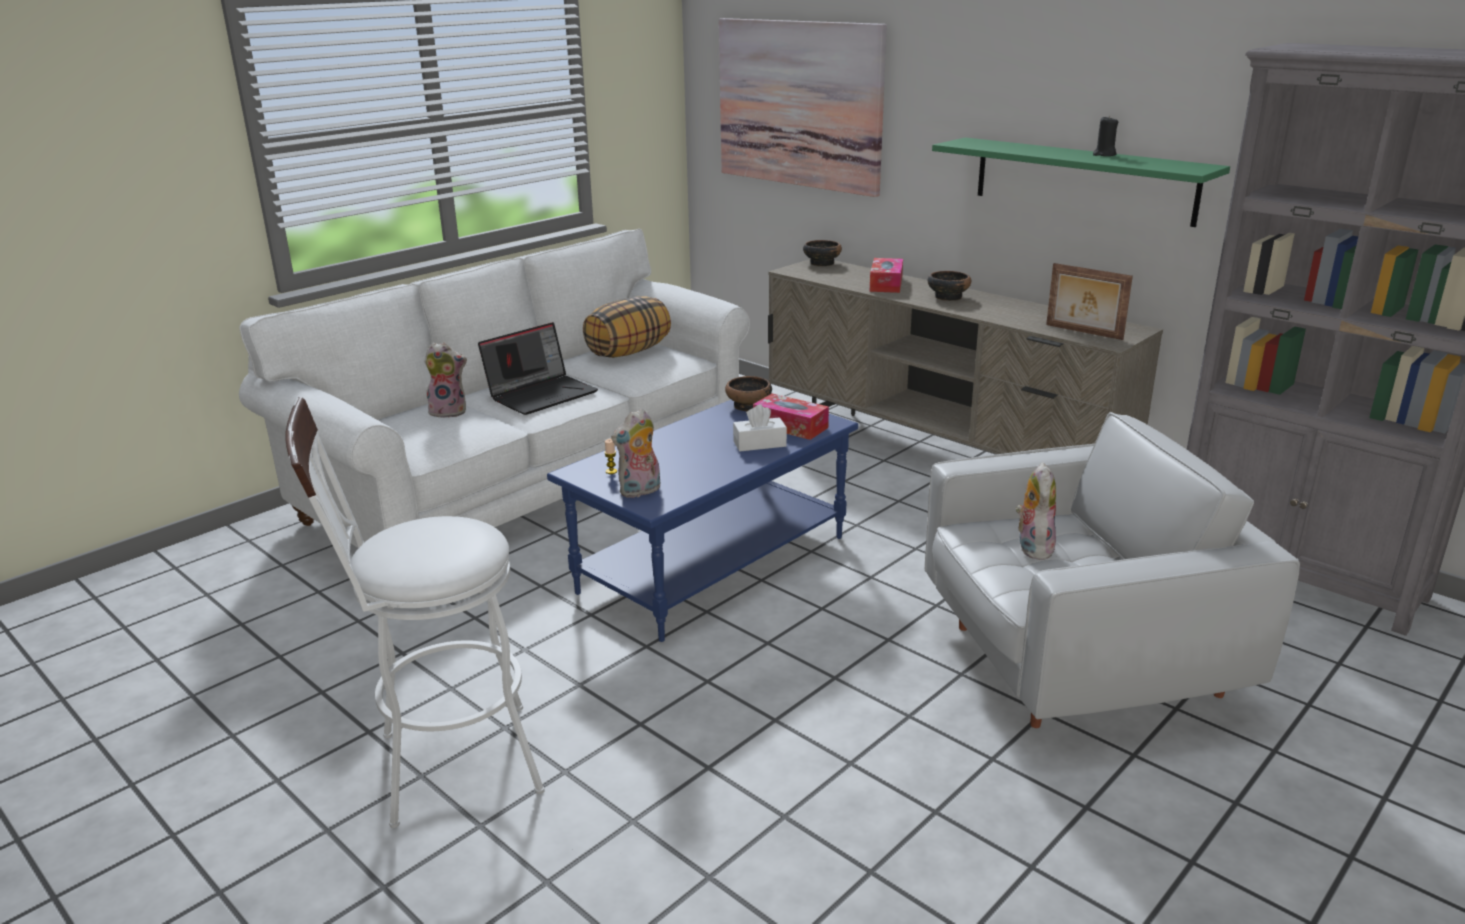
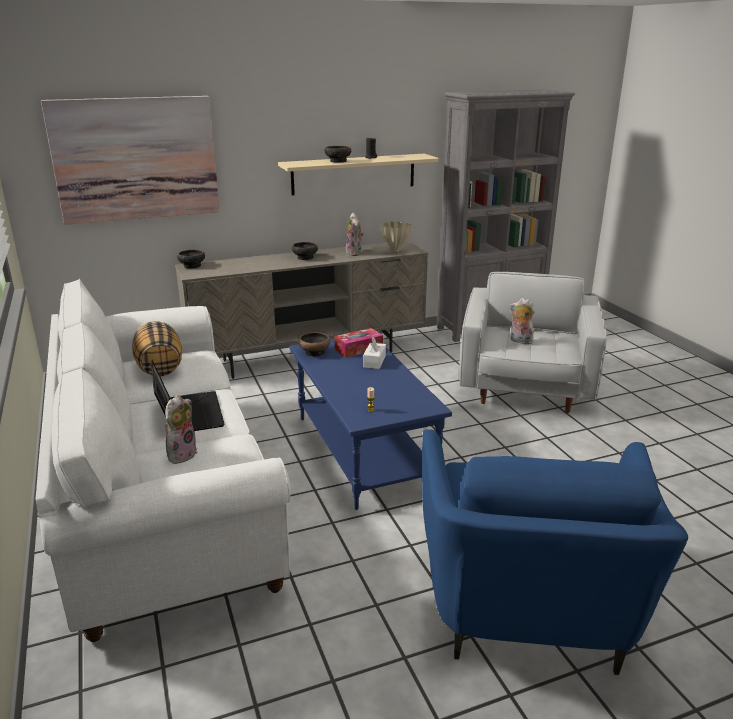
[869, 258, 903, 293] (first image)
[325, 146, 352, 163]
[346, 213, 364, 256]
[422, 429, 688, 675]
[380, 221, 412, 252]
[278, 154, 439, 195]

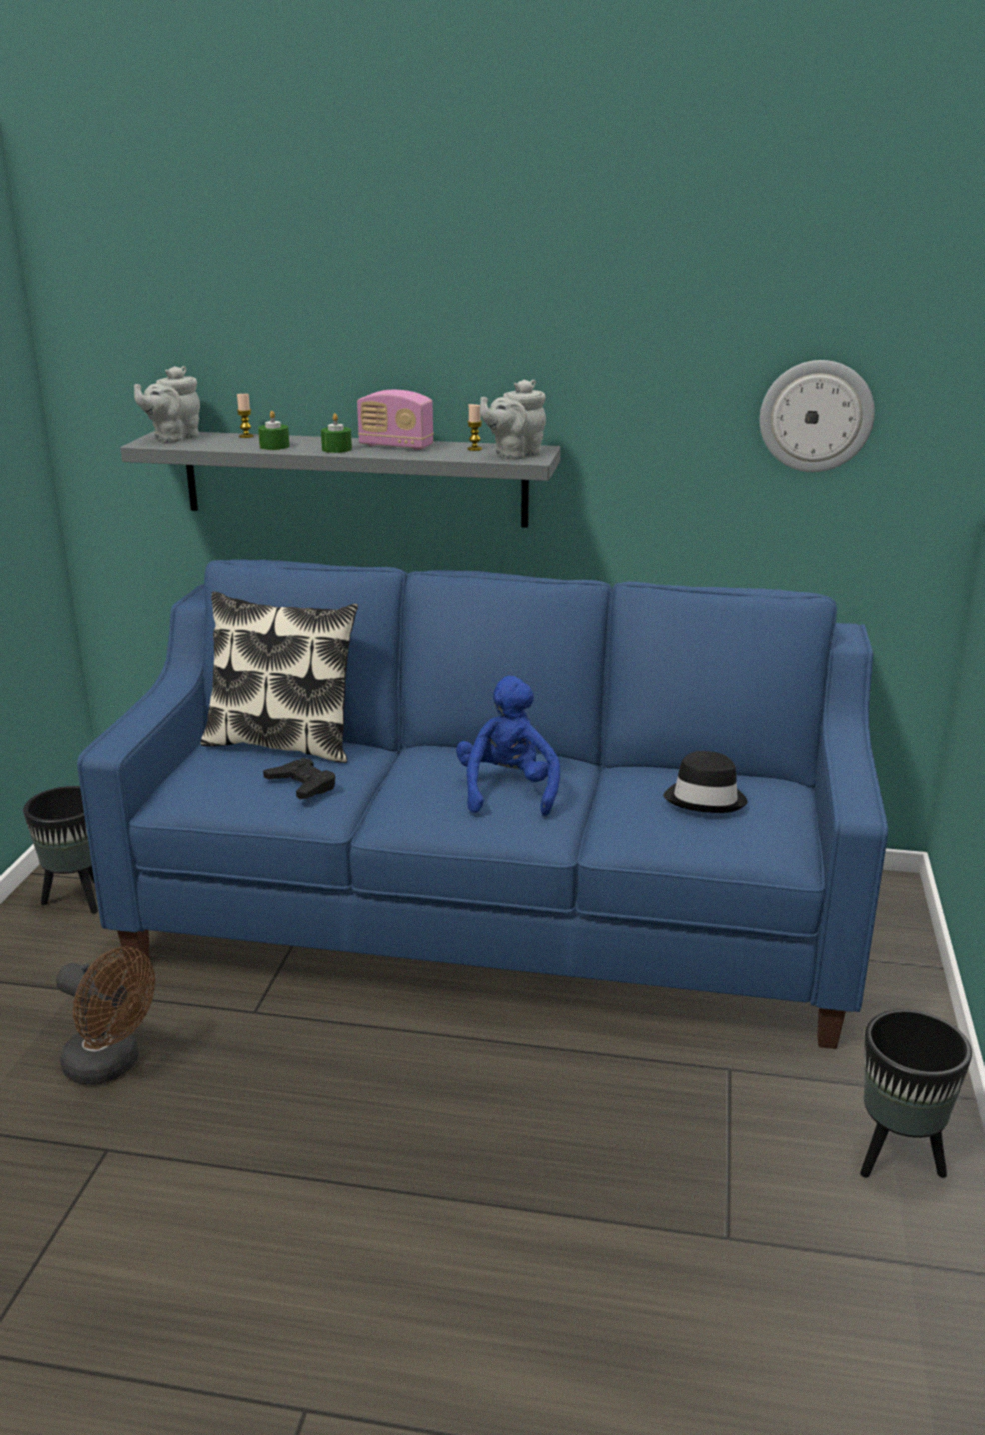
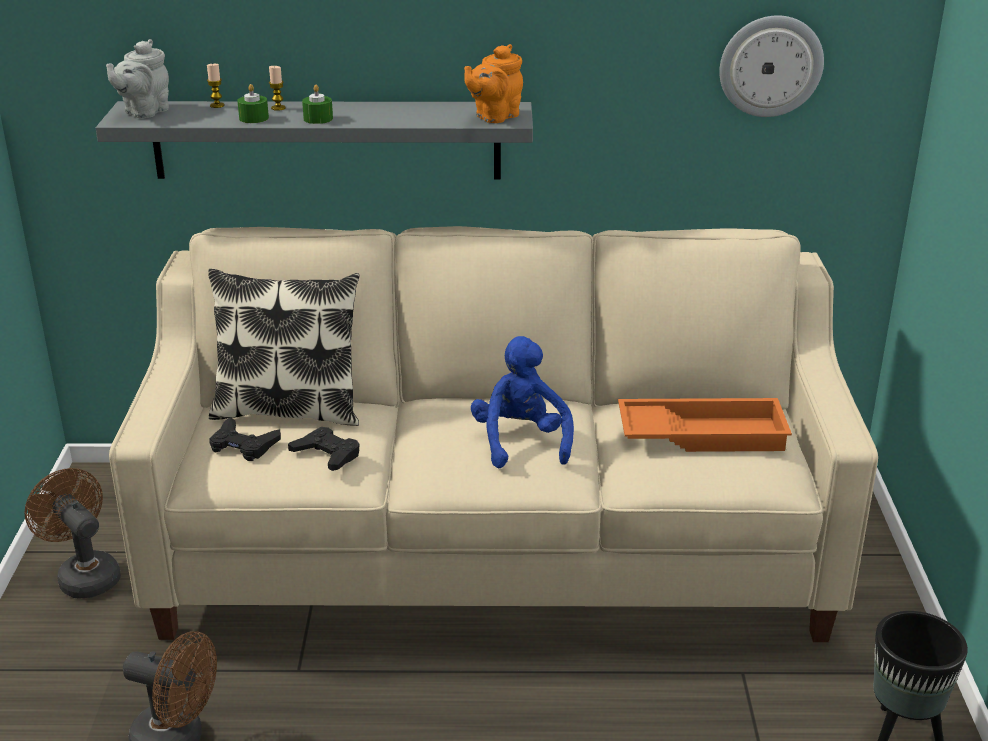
[357, 390, 434, 450] (first image)
[209, 417, 281, 461]
[269, 66, 286, 111]
[24, 468, 121, 599]
[618, 398, 792, 452]
[109, 226, 878, 642]
[464, 44, 523, 123]

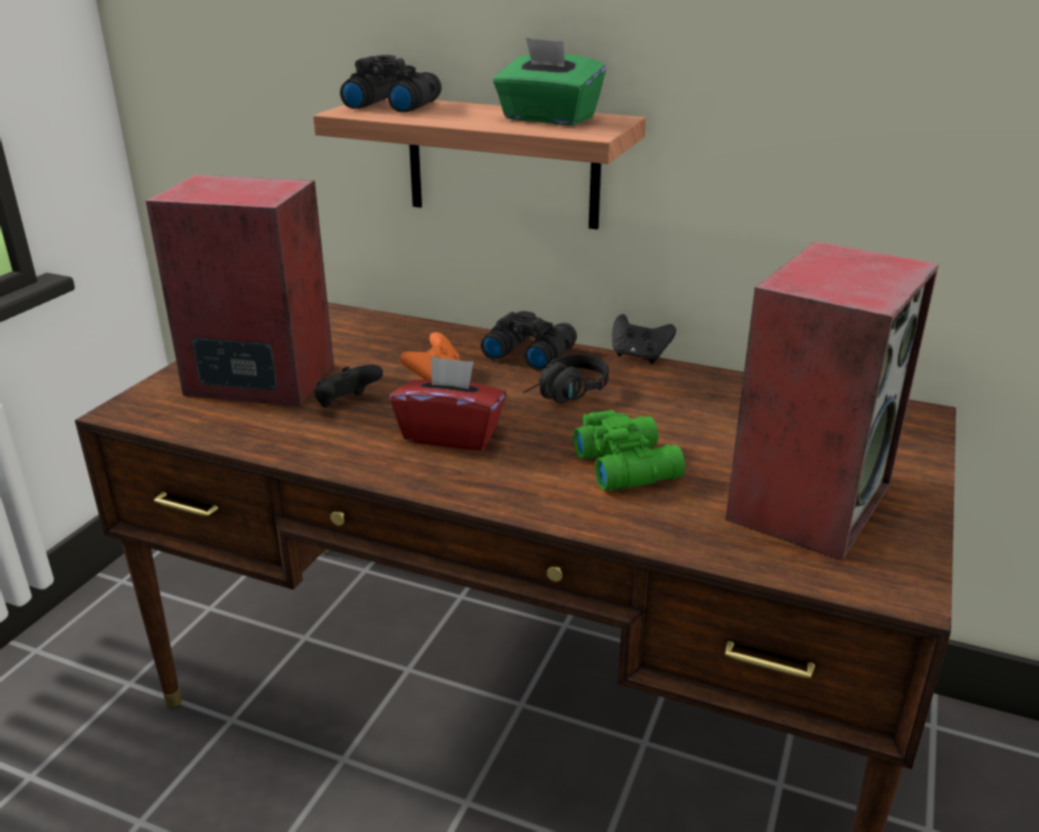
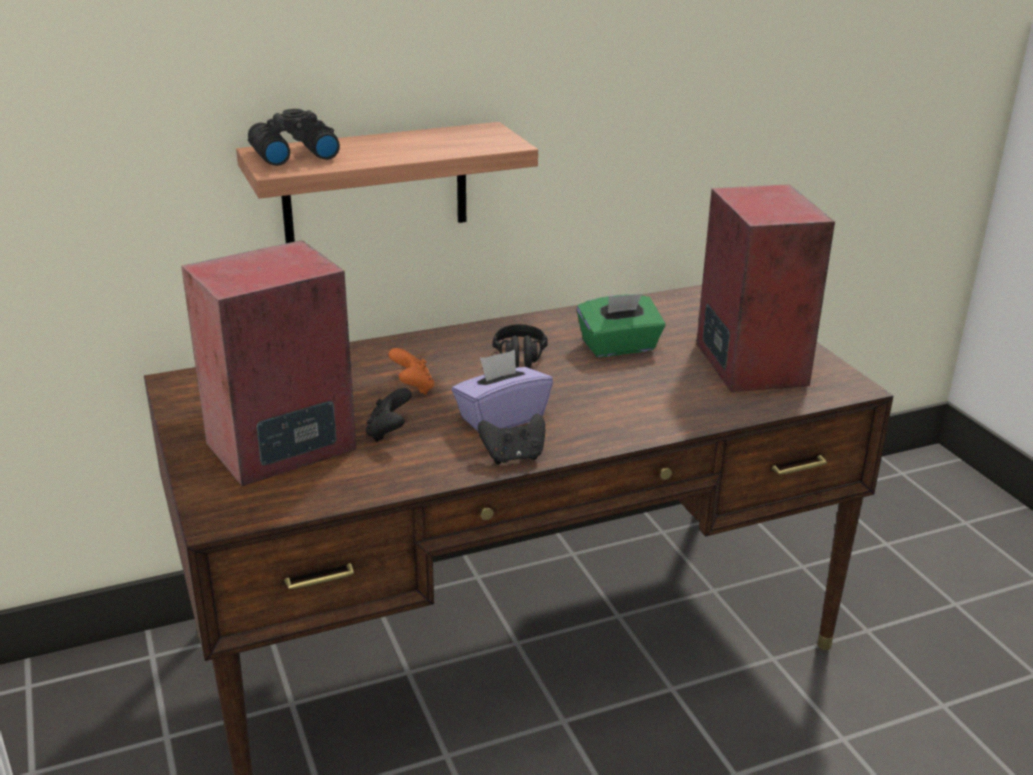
[481, 311, 577, 370] (first image)
[573, 410, 685, 490] (first image)
[577, 294, 665, 357]
[478, 413, 545, 464]
[452, 350, 553, 431]

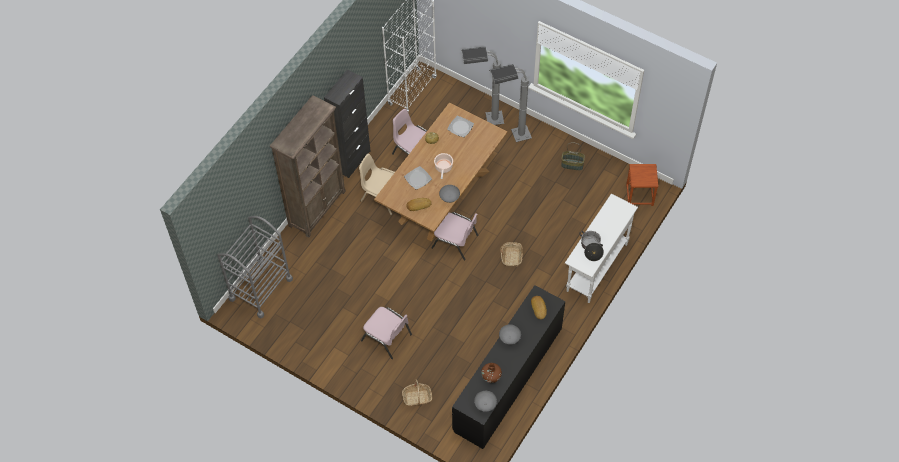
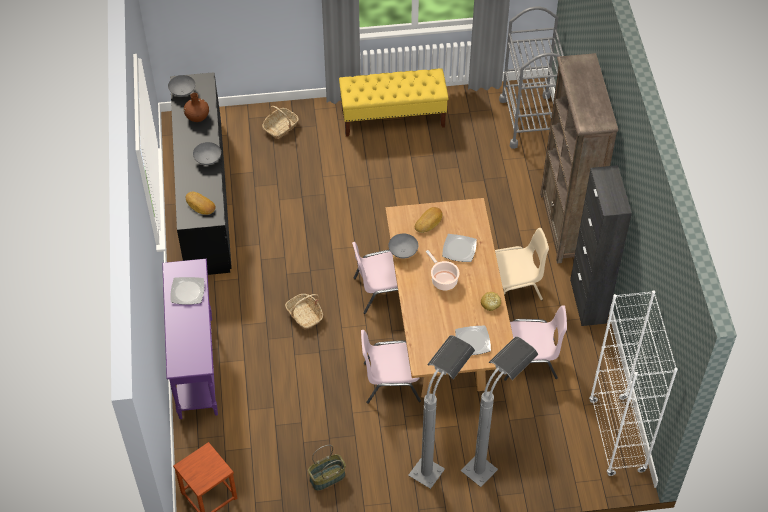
[339, 68, 449, 137]
[361, 330, 421, 404]
[170, 277, 204, 305]
[162, 259, 218, 419]

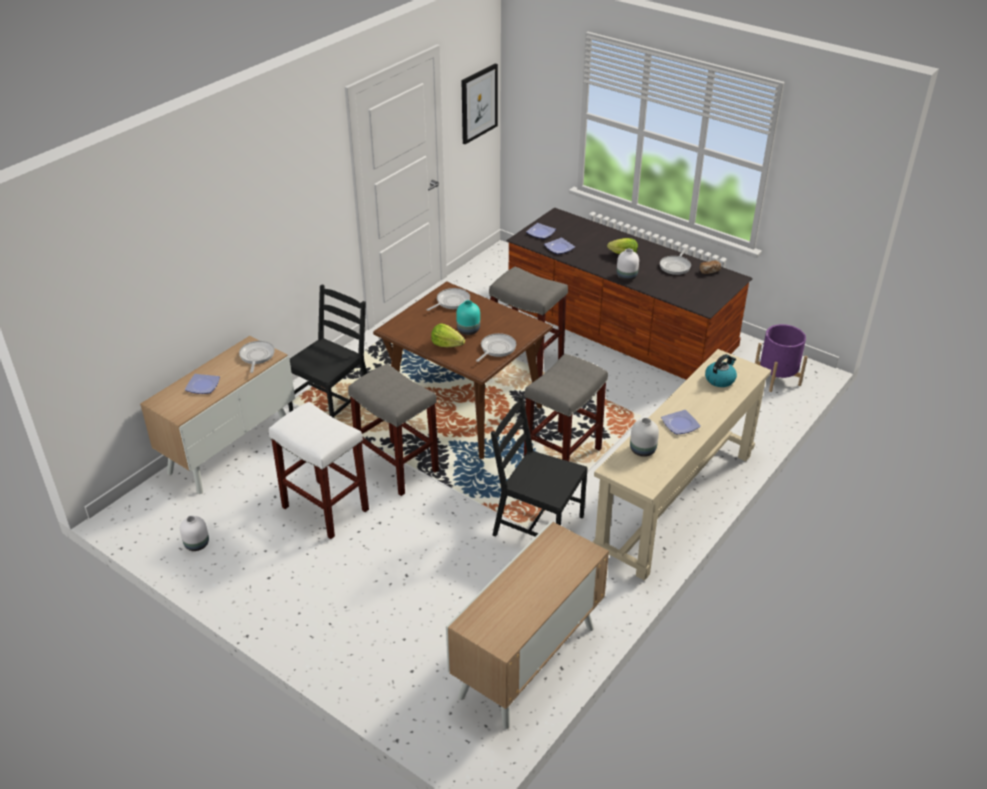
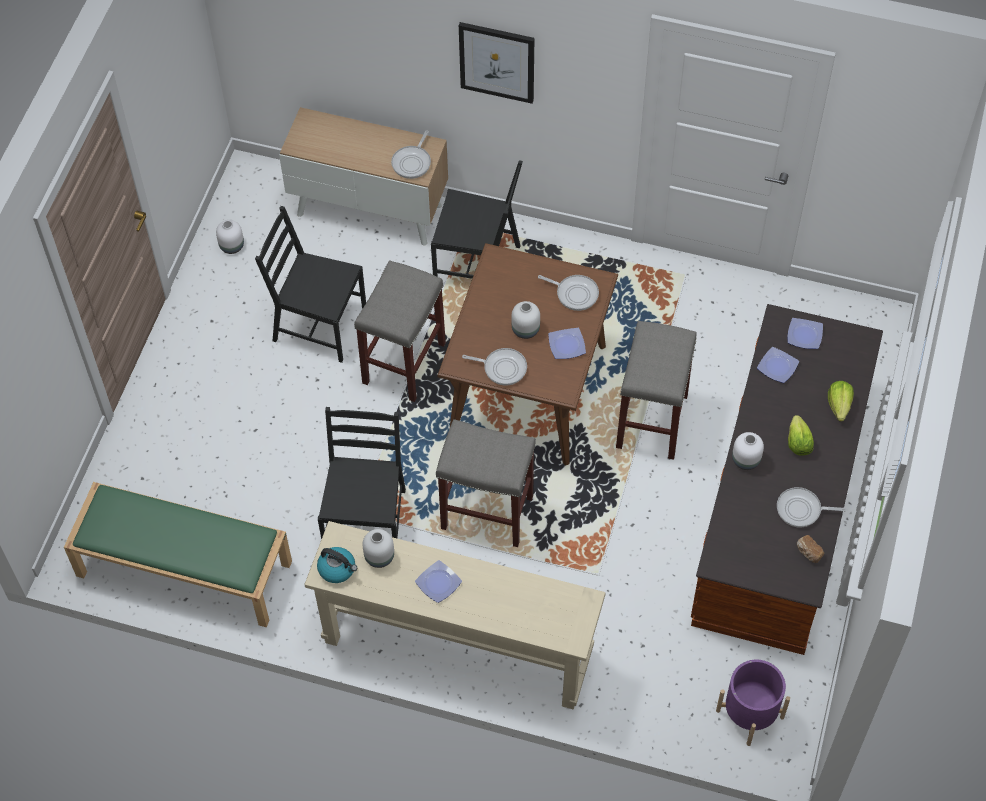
[548, 328, 586, 359]
[828, 381, 854, 422]
[459, 22, 534, 104]
[317, 547, 357, 583]
[255, 206, 366, 363]
[64, 482, 292, 627]
[511, 301, 540, 339]
[391, 130, 431, 179]

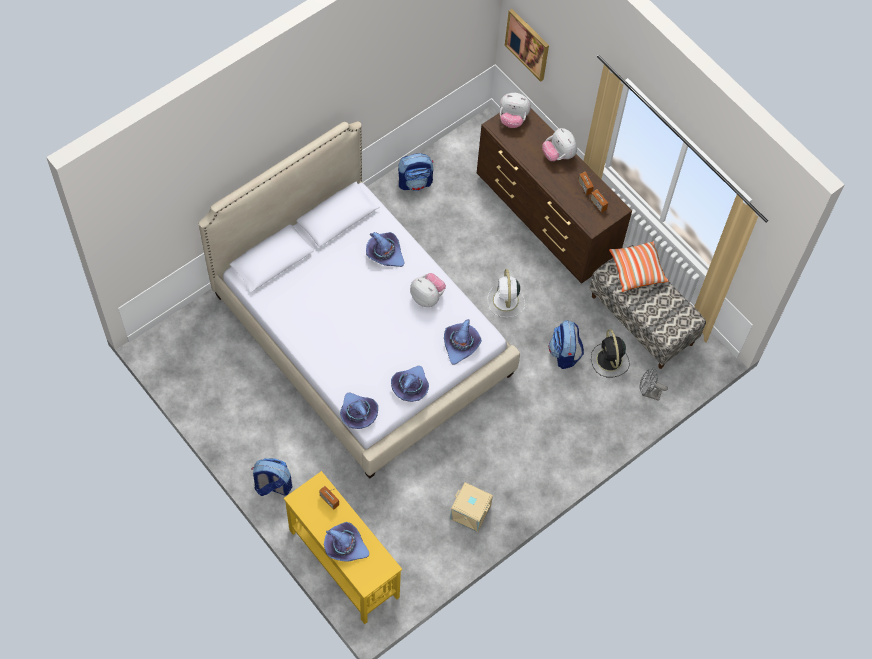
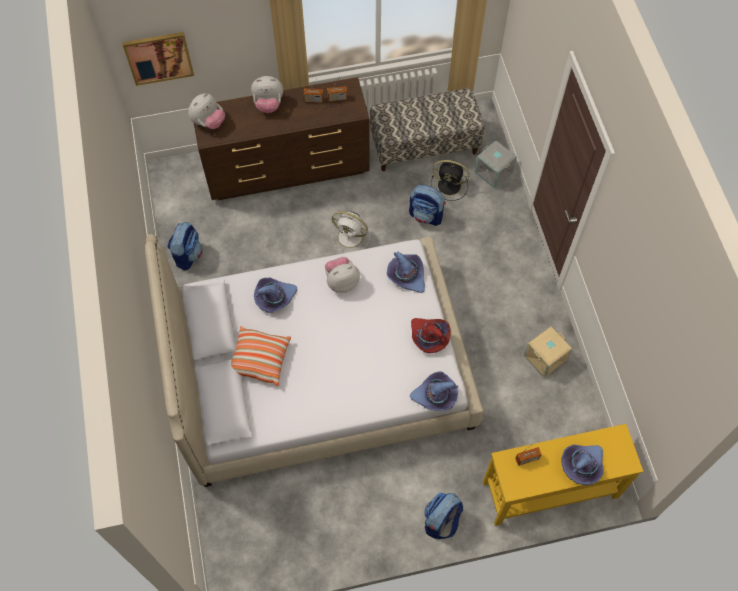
[231, 326, 291, 386]
[474, 141, 517, 189]
[411, 318, 451, 353]

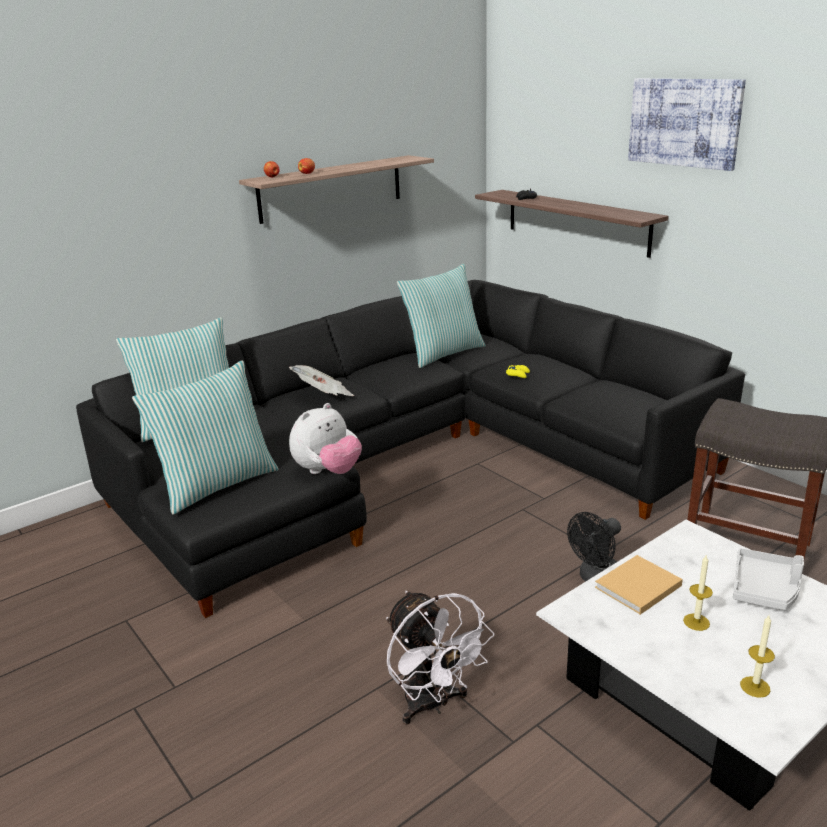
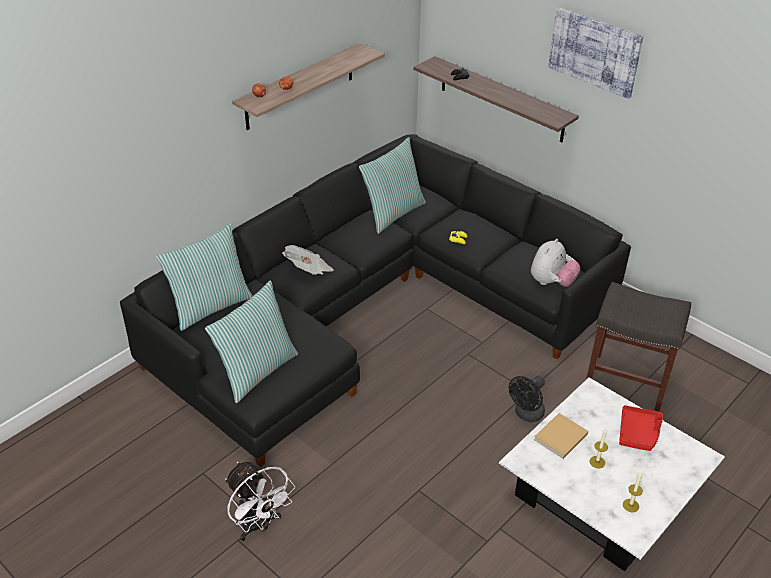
[531, 239, 580, 287]
[225, 461, 295, 541]
[619, 405, 663, 451]

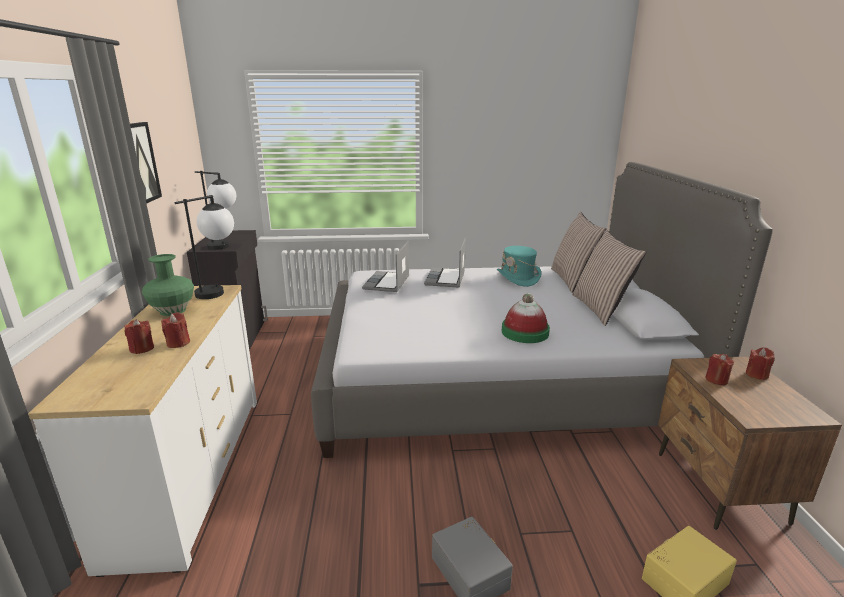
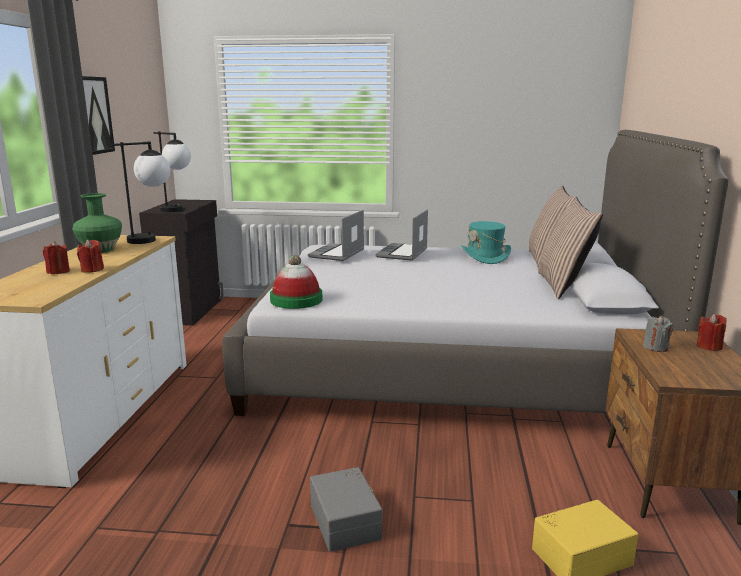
[270, 255, 323, 309]
[643, 316, 673, 352]

